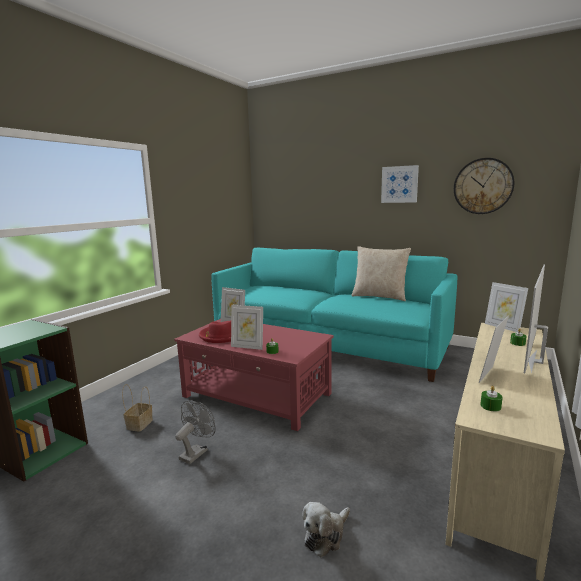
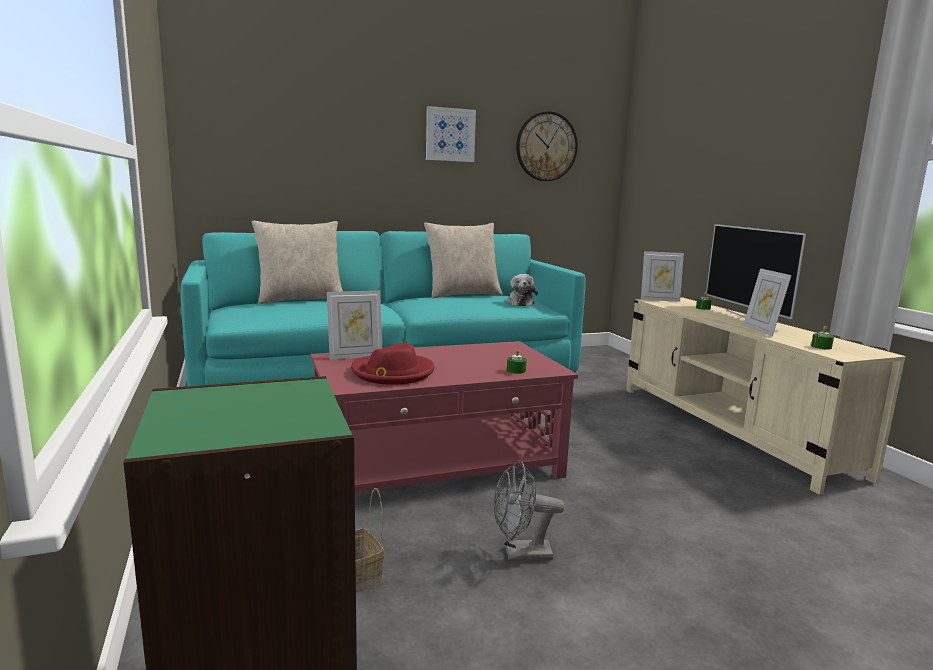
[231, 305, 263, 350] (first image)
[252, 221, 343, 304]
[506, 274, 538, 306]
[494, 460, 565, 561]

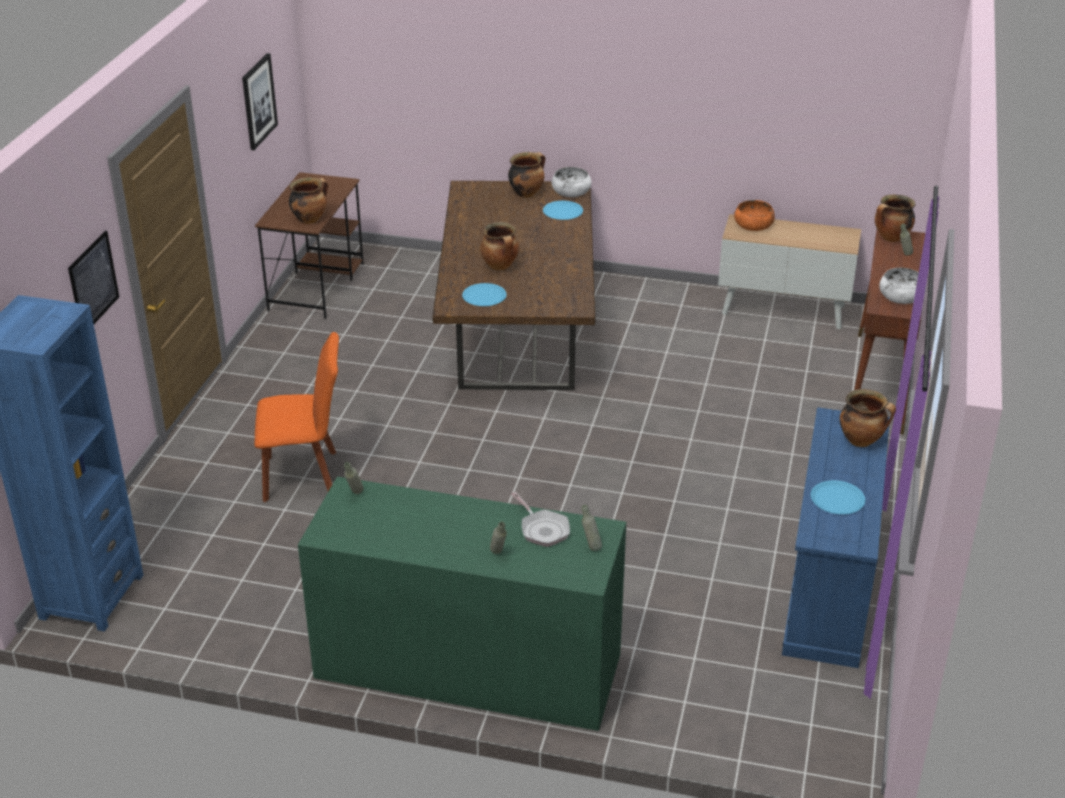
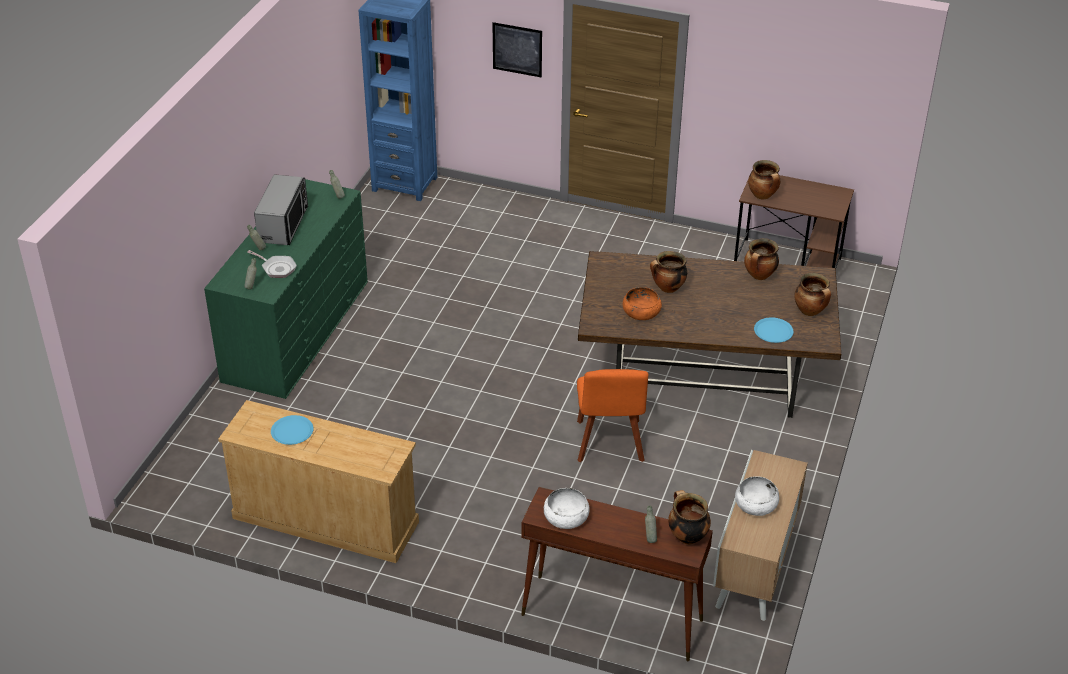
[242, 53, 278, 150] (first image)
[462, 283, 507, 306] (first image)
[254, 174, 308, 245]
[577, 369, 649, 462]
[735, 476, 779, 516]
[623, 287, 662, 320]
[744, 238, 779, 280]
[218, 400, 419, 563]
[247, 250, 297, 278]

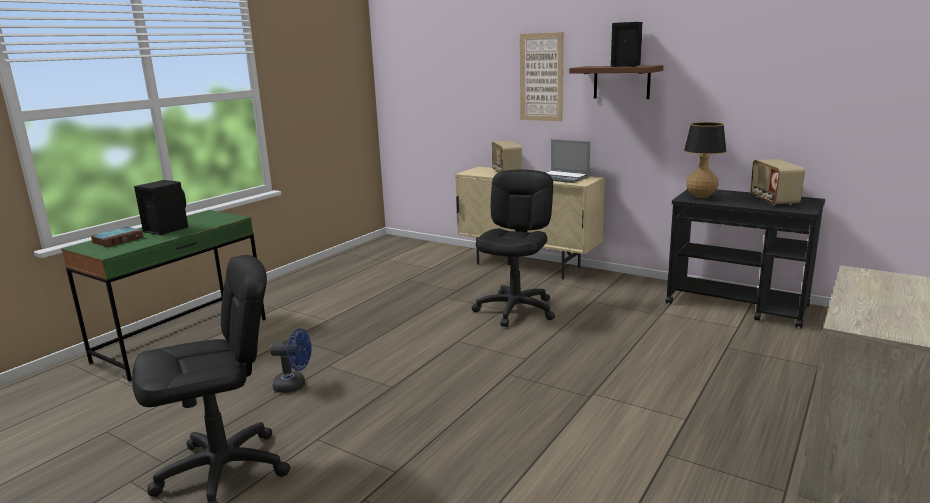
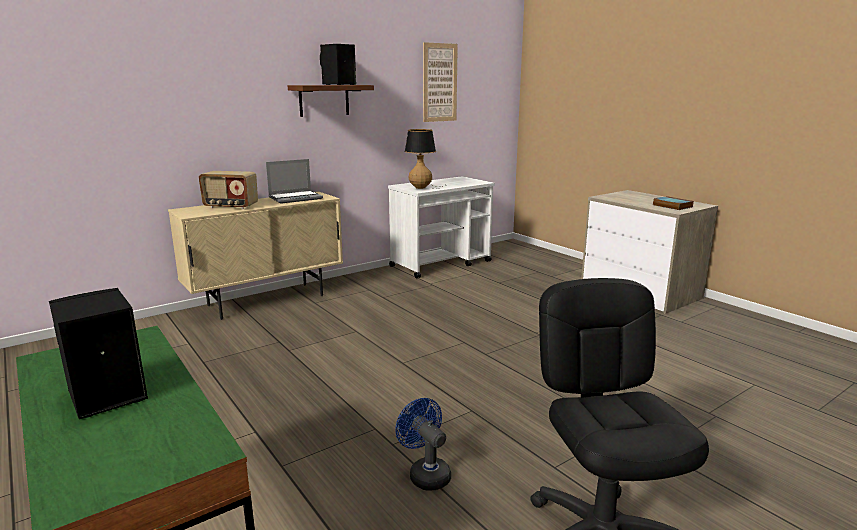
[472, 170, 555, 327] (first image)
[750, 159, 805, 206] (first image)
[653, 196, 694, 210]
[423, 42, 458, 122]
[388, 176, 495, 279]
[395, 398, 451, 490]

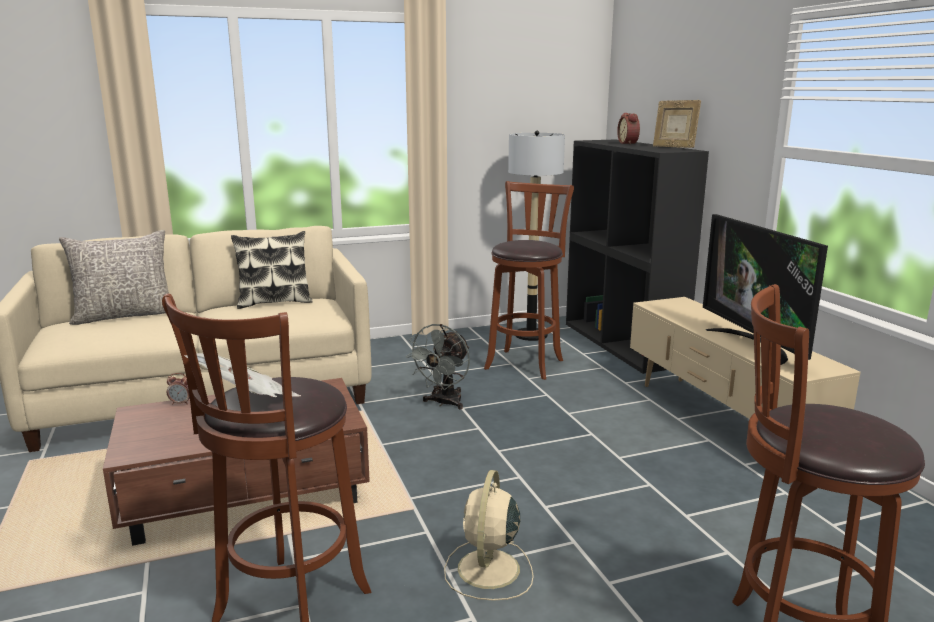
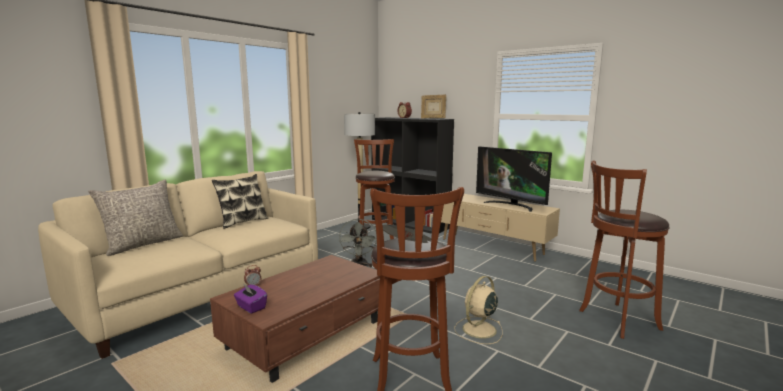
[234, 284, 267, 314]
[454, 276, 503, 344]

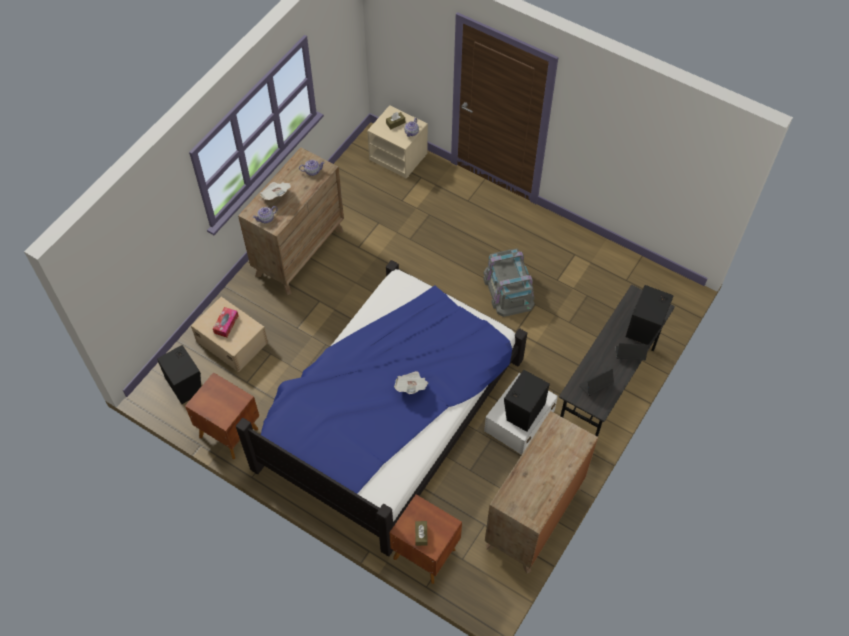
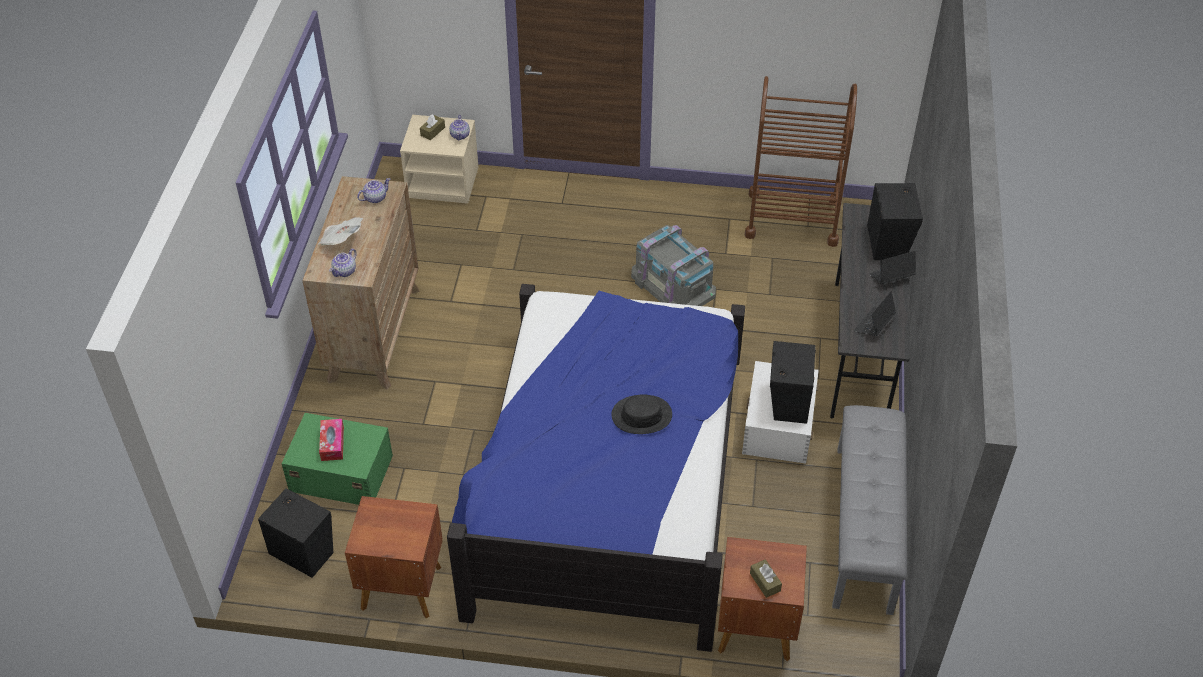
[745, 76, 857, 247]
[611, 394, 672, 434]
[832, 405, 907, 615]
[281, 413, 393, 505]

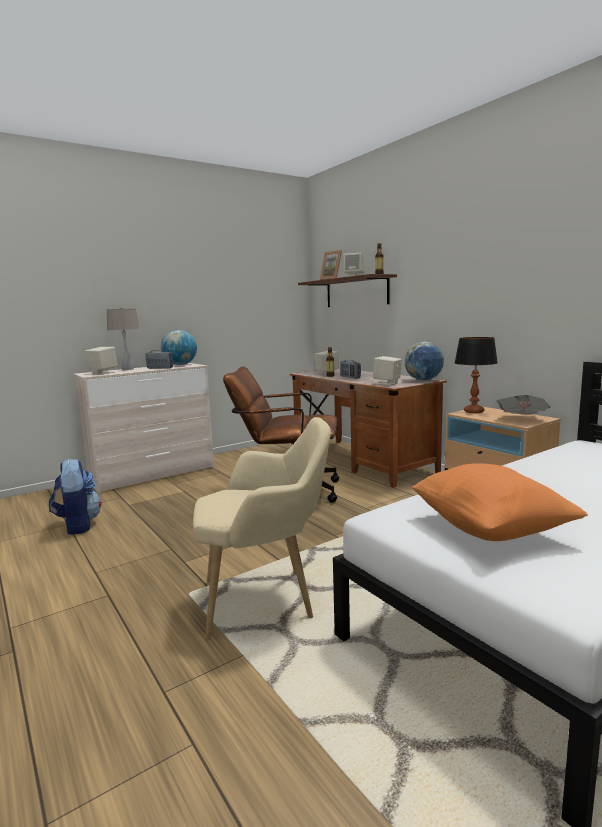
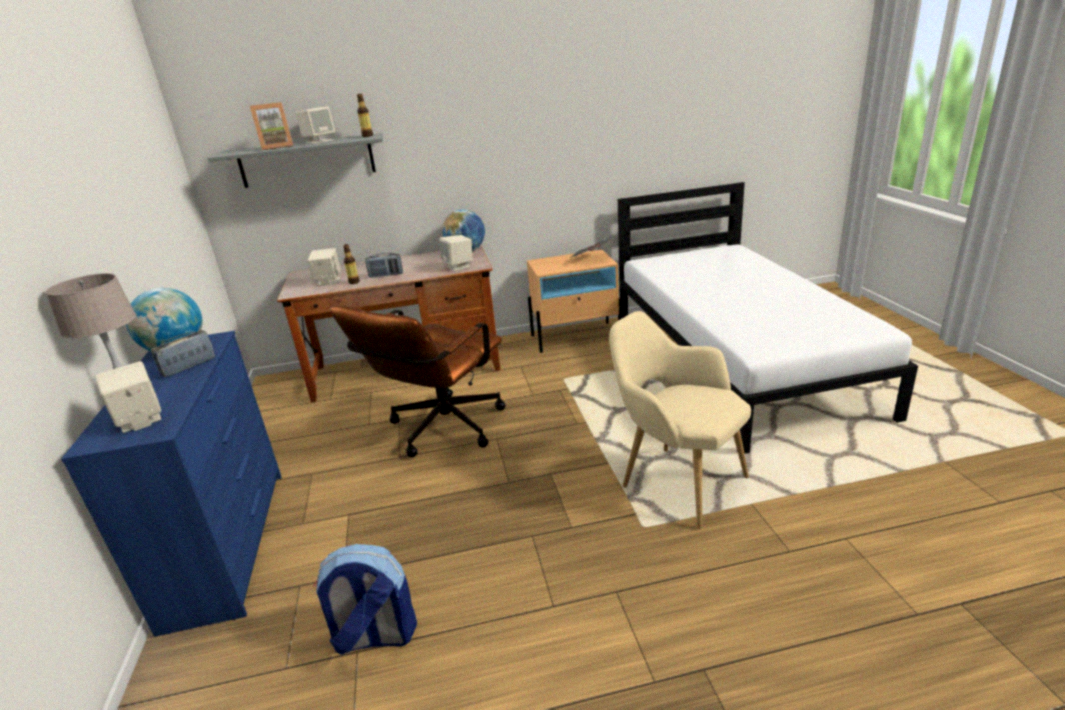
[411, 463, 588, 541] (first image)
[454, 337, 498, 413] (first image)
[61, 331, 282, 637]
[208, 133, 383, 188]
[609, 311, 751, 529]

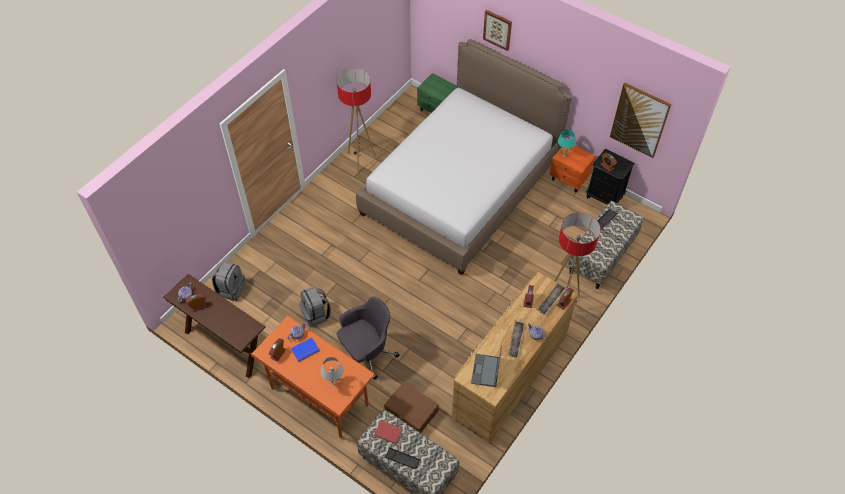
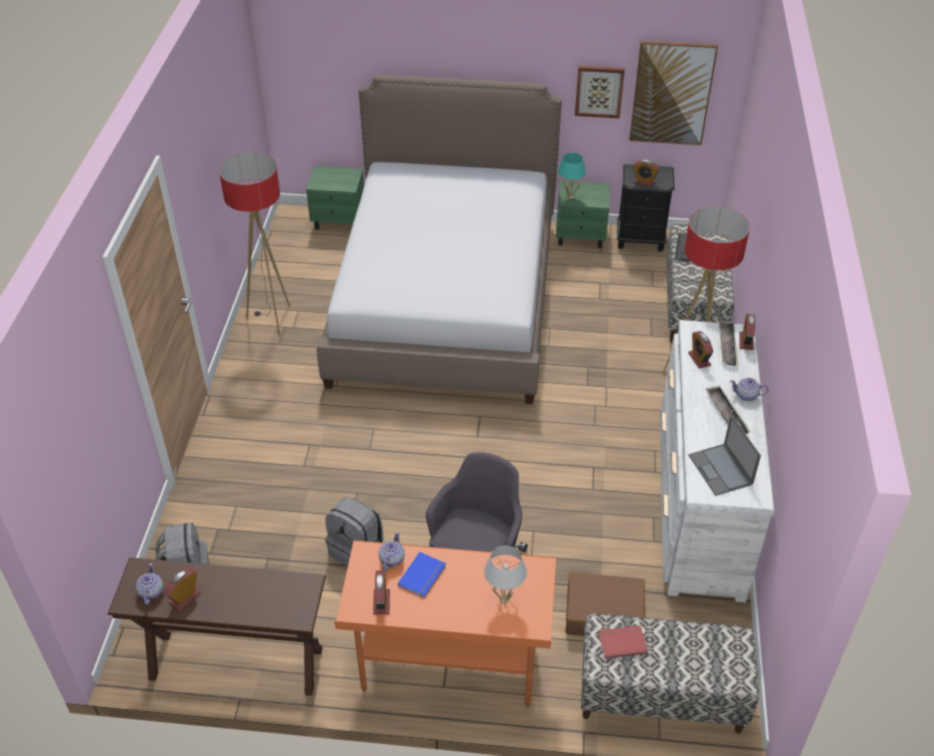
[385, 447, 420, 469] (first image)
[575, 65, 625, 118]
[660, 320, 775, 602]
[556, 181, 610, 248]

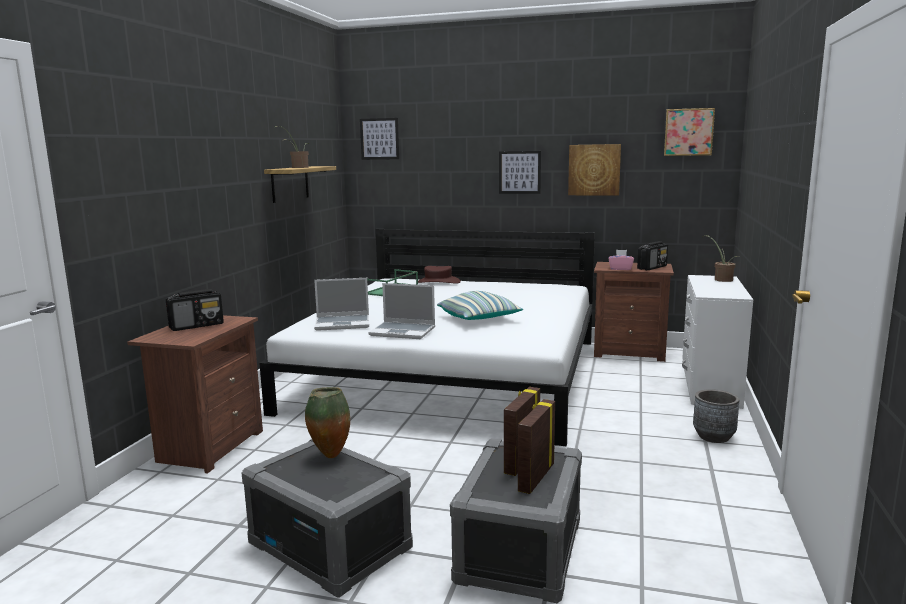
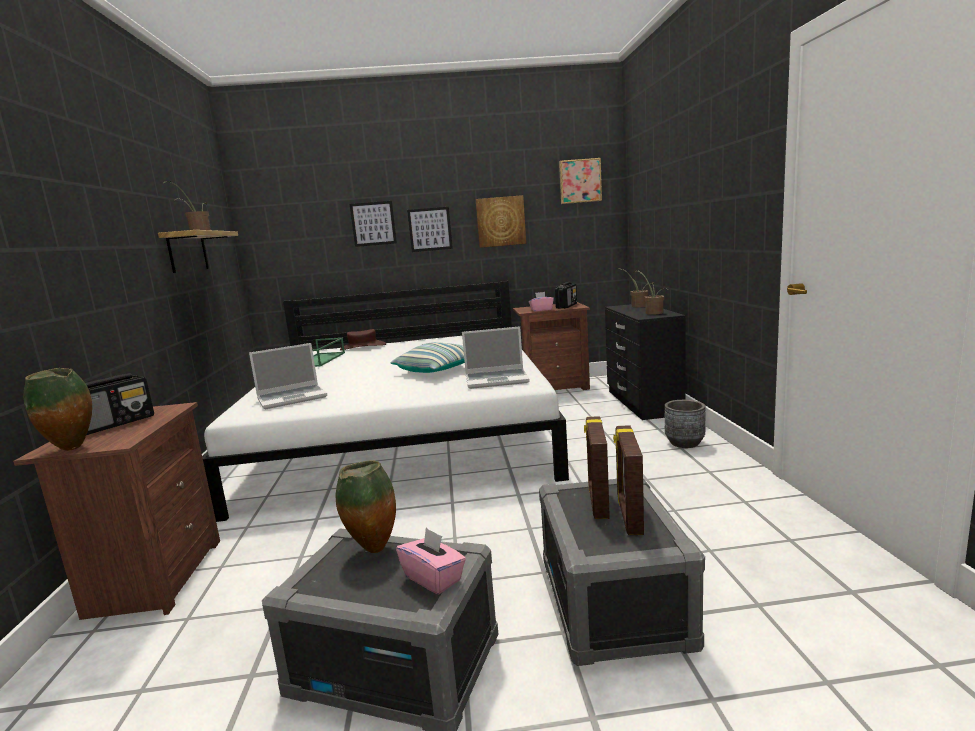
[23, 368, 92, 451]
[396, 528, 466, 594]
[633, 271, 666, 314]
[350, 201, 397, 247]
[462, 326, 530, 389]
[605, 304, 686, 420]

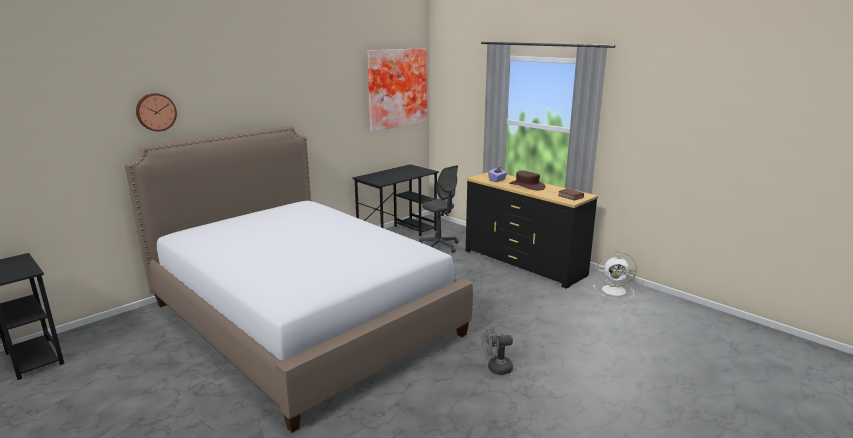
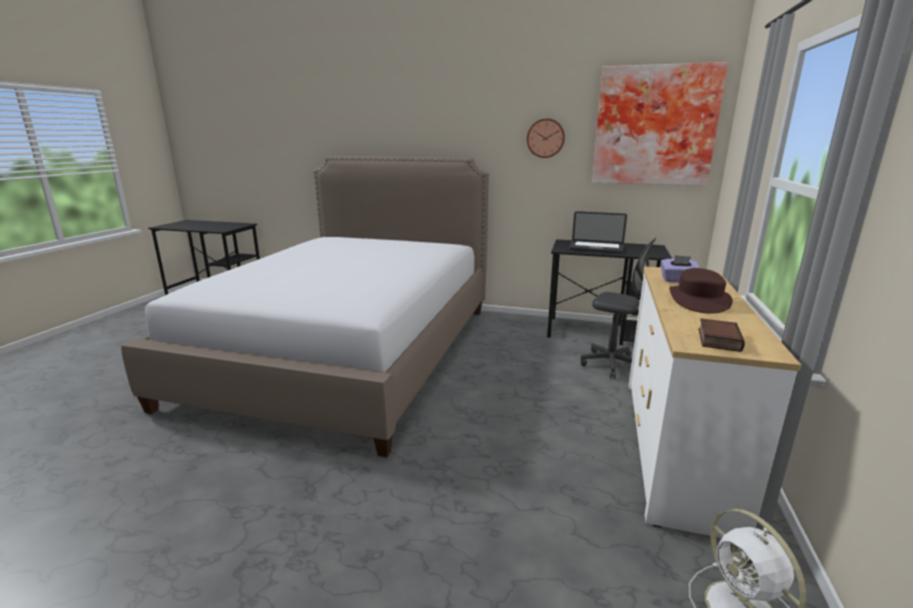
[481, 325, 513, 375] (first image)
[569, 211, 627, 254]
[527, 118, 565, 158]
[629, 266, 801, 538]
[581, 238, 656, 379]

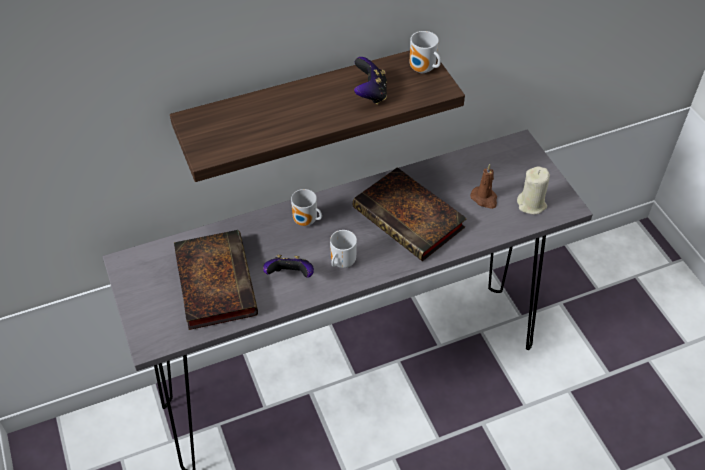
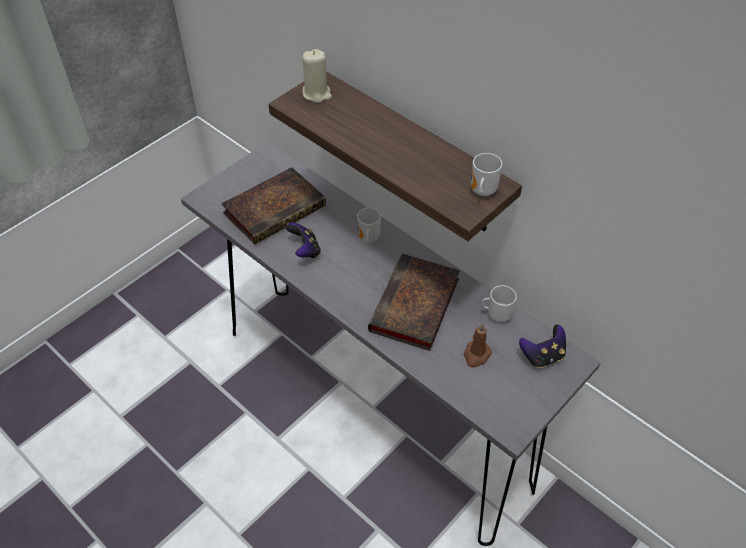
[481, 285, 517, 322]
[519, 324, 566, 368]
[302, 49, 332, 103]

